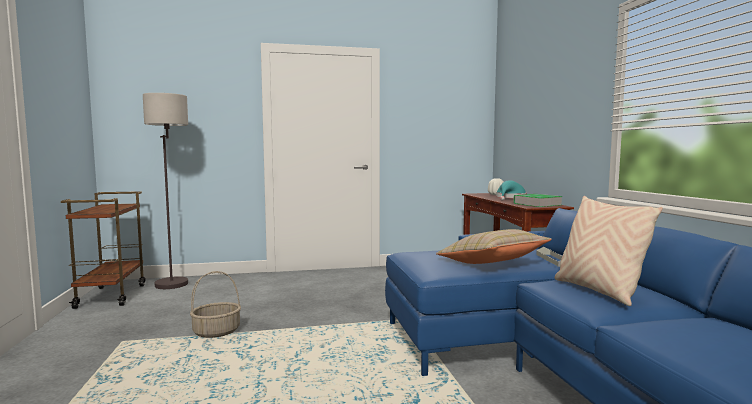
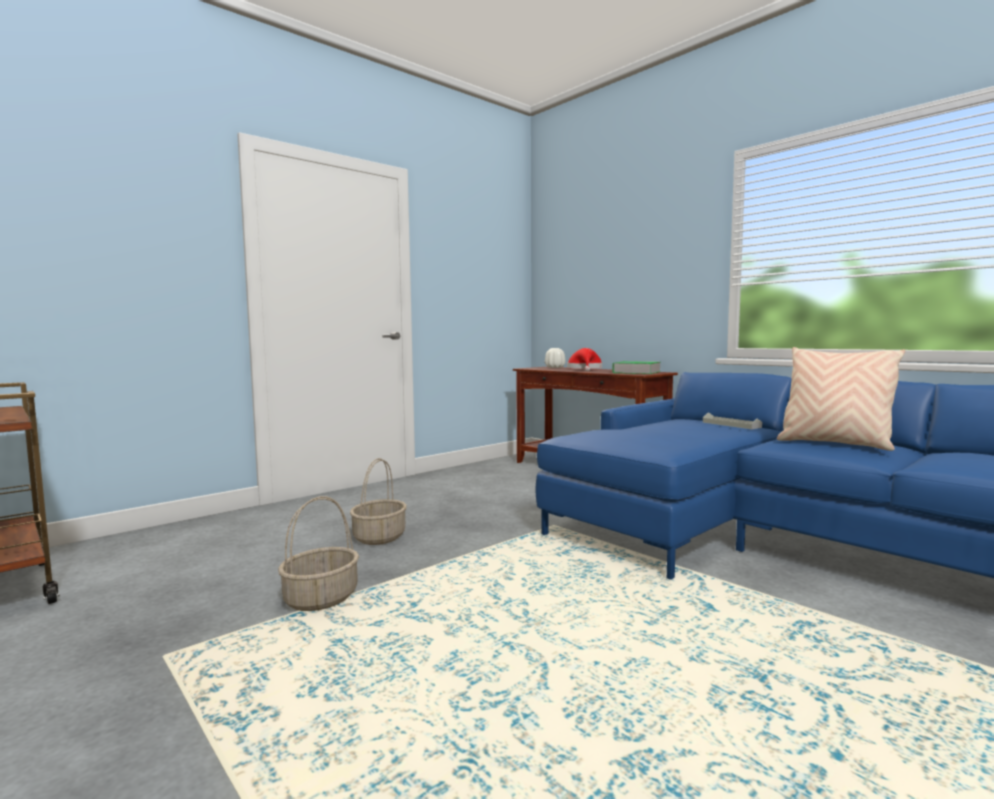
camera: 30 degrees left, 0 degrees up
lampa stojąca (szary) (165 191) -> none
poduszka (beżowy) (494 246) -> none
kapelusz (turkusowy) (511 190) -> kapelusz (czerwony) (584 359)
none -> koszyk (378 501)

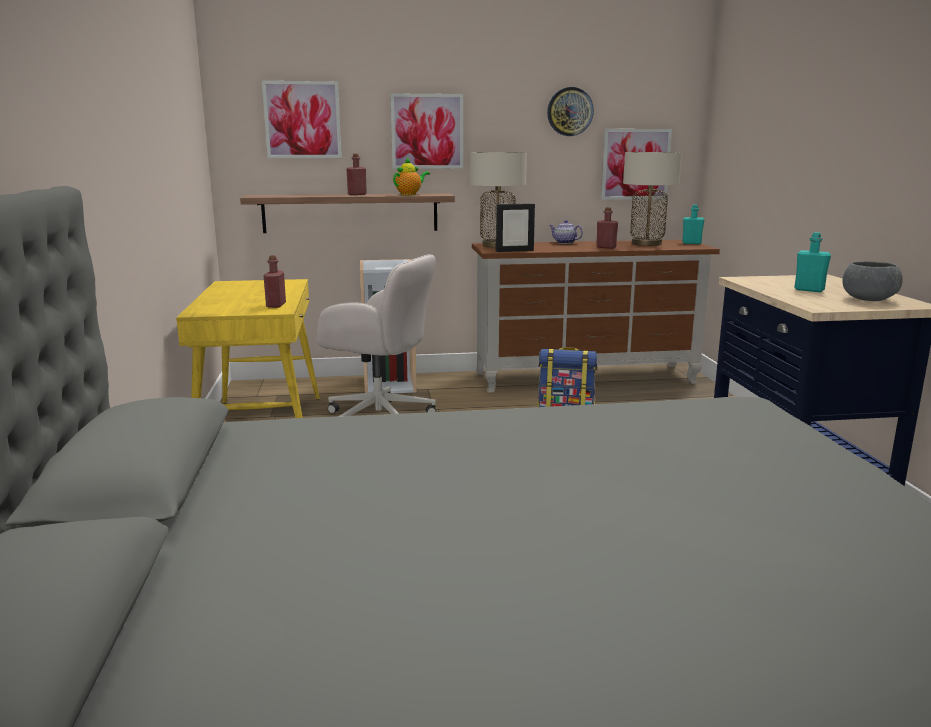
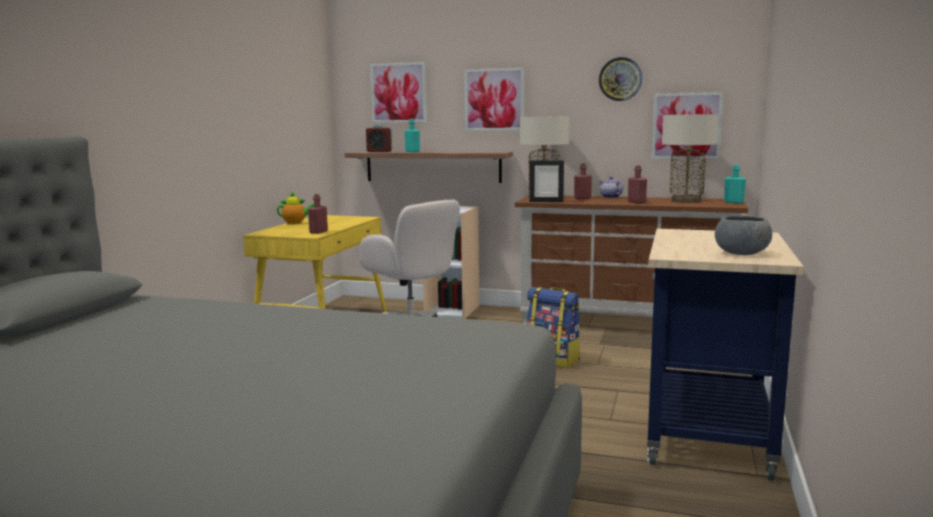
camera: 25 degrees right, 5 degrees down
butelka (czerwony) (357 174) -> butelka (czerwony) (583 181), moved
imbryk (411 176) -> imbryk (295 208), moved
butelka (turkusowy) (812 262) -> butelka (turkusowy) (412 135), moved
none -> budzik (379 138)

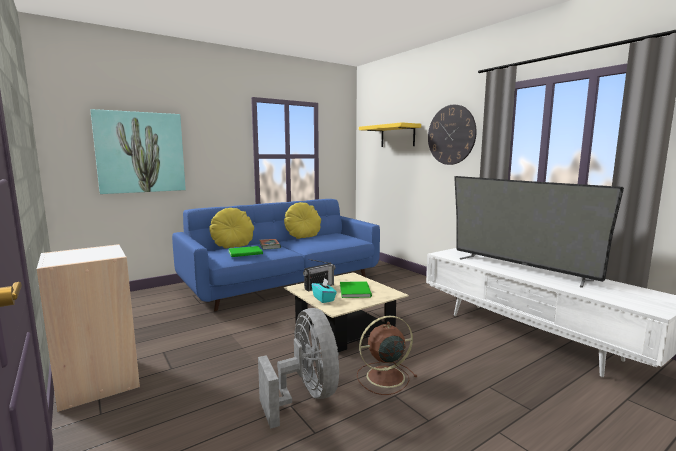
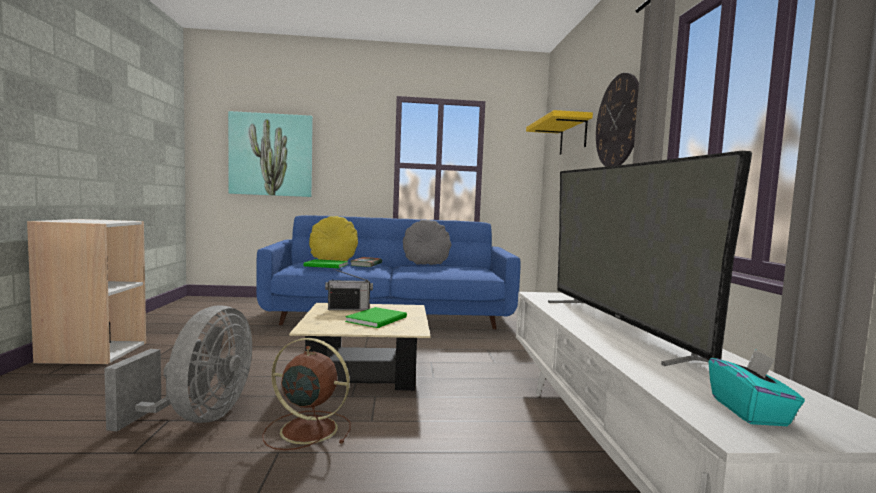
camera: 30 degrees right, 5 degrees down
poduszka (żółty) (302 220) -> poduszka (szary) (427 242)
pudełko chusteczek (turkusowy) (324 290) -> pudełko chusteczek (turkusowy) (756 387), moved

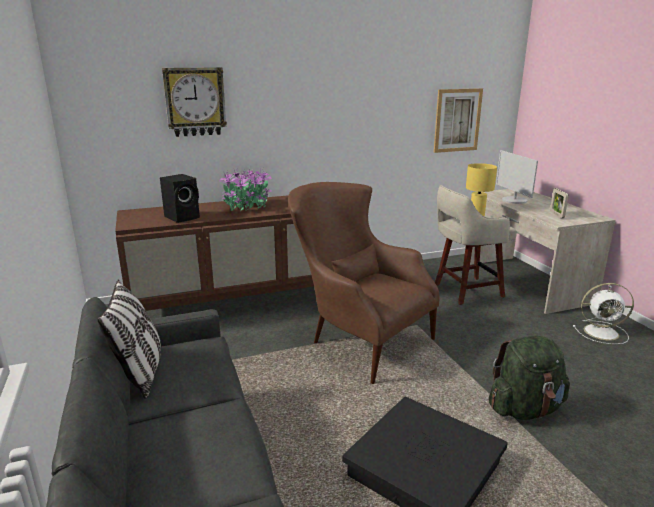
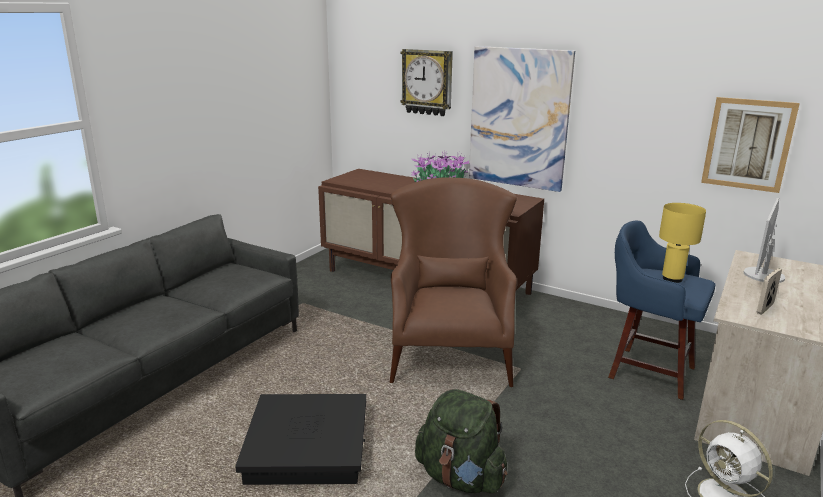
camera: 50 degrees right, 0 degrees up
poduszka (129 339) -> none
głośnik (czarny) (180 198) -> none
stołek (beżowy) (476 245) -> stołek (niebieski) (661 310)
none -> obraz (522 119)

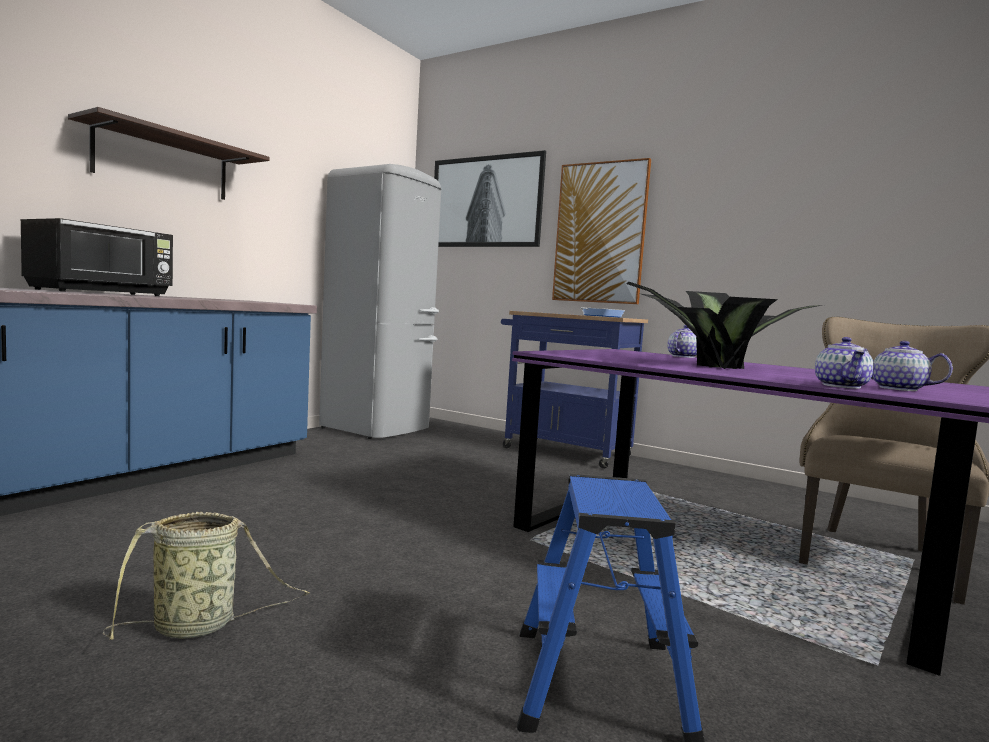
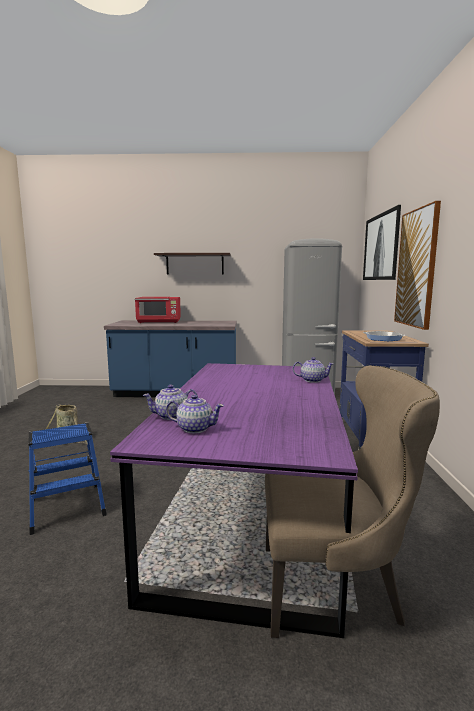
camera: 60 degrees right, 5 degrees up
mikrofalówka (czarny) (97 257) -> mikrofalówka (czerwony) (158 310)
roślina doniczkowa (724 325) -> none
imbryk (908 366) -> imbryk (195 414), 90 degrees clockwise

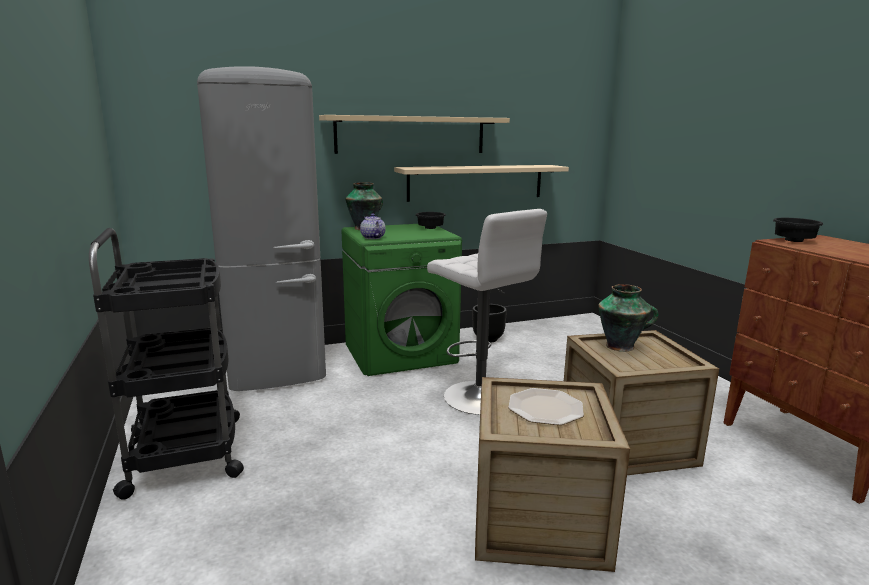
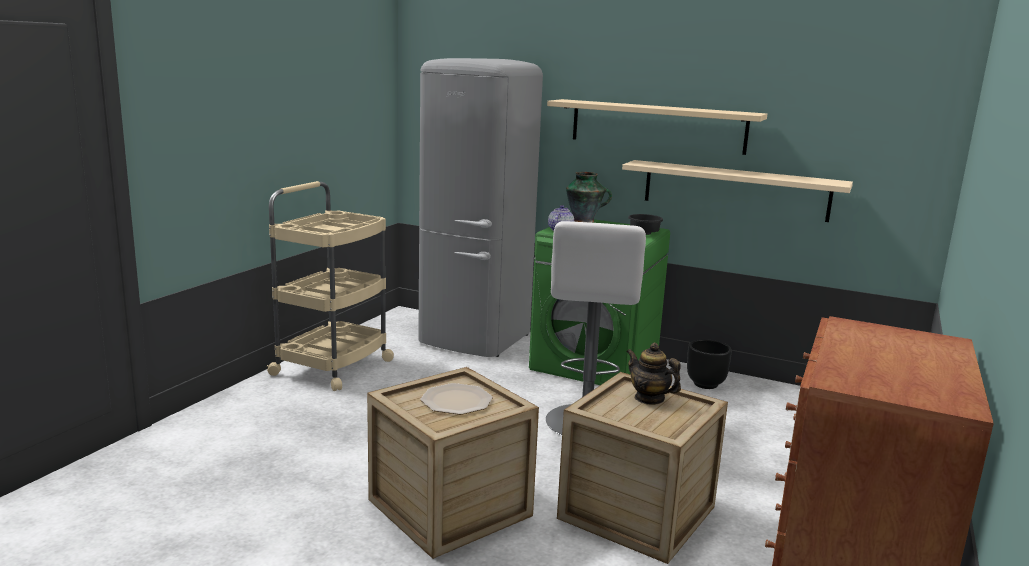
camera: 45 degrees right, 0 degrees up
wózek (czarny) (166 364) -> wózek (beżowy) (330 286)
wazon (628 318) -> imbryk (653 374)
miska (czarny) (798 230) -> none

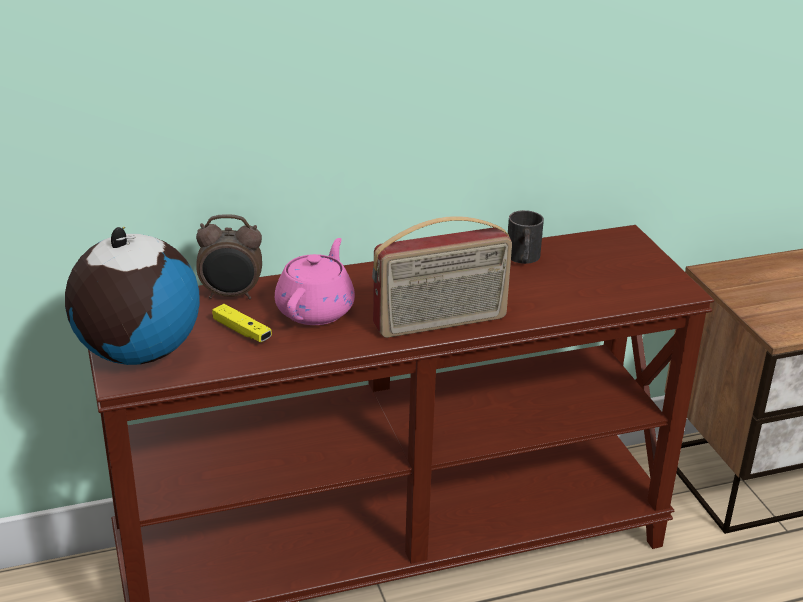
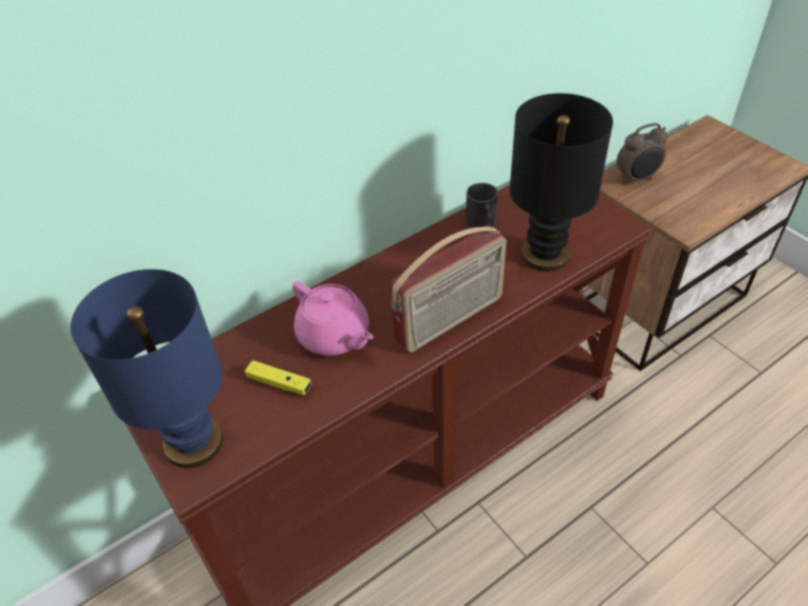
camera: 15 degrees left, 15 degrees up
globus (132 296) -> lampa stołowa (niebieski) (146 368)
budzik (229 256) -> budzik (642 154), moved
imbryk (różowy) (315 281) -> imbryk (różowy) (332 318), 135 degrees clockwise
none -> lampa stołowa (czarny) (561 182)

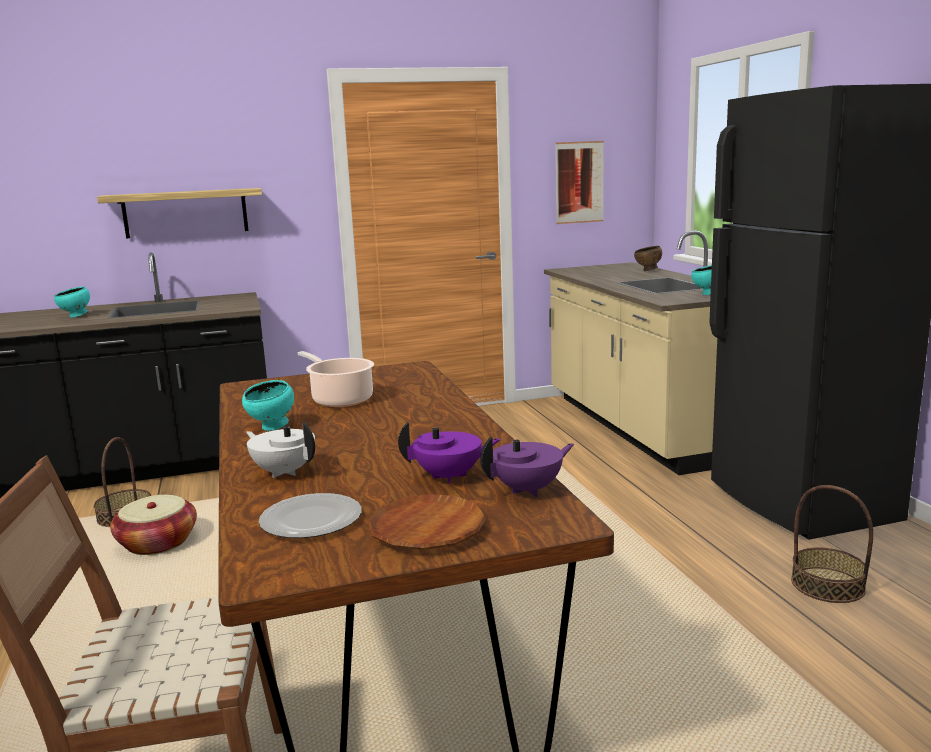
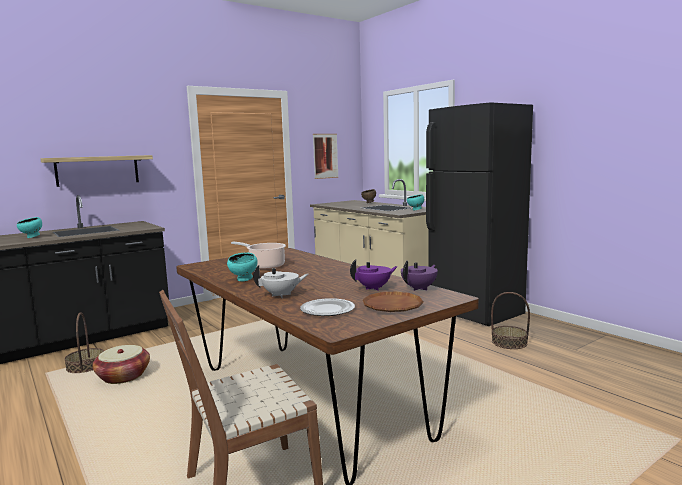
camera: 20 degrees left, 5 degrees down
imbryk (biały) (280 450) -> imbryk (biały) (280 281), 150 degrees clockwise

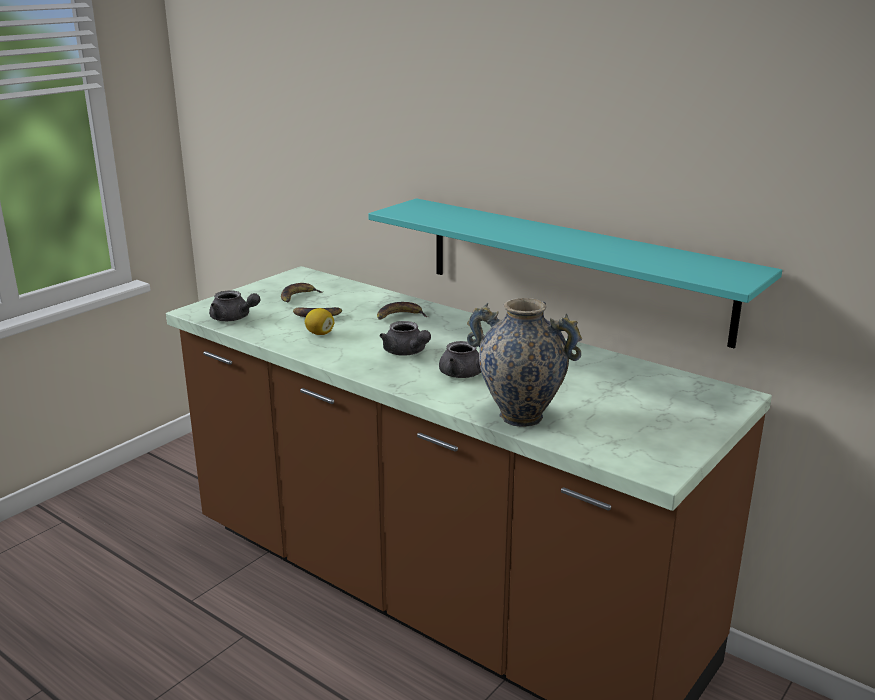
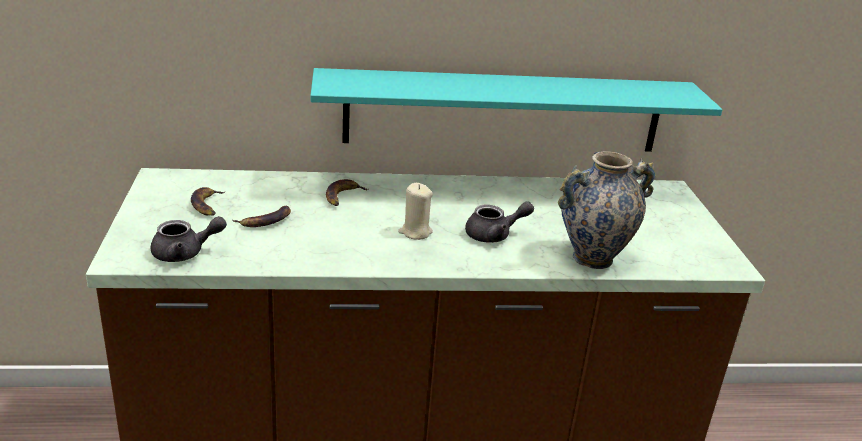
camera: 45 degrees left, 5 degrees up
cytryna (319 321) -> none
imbryk (szary) (405 338) -> świeca (beżowy) (415 211)

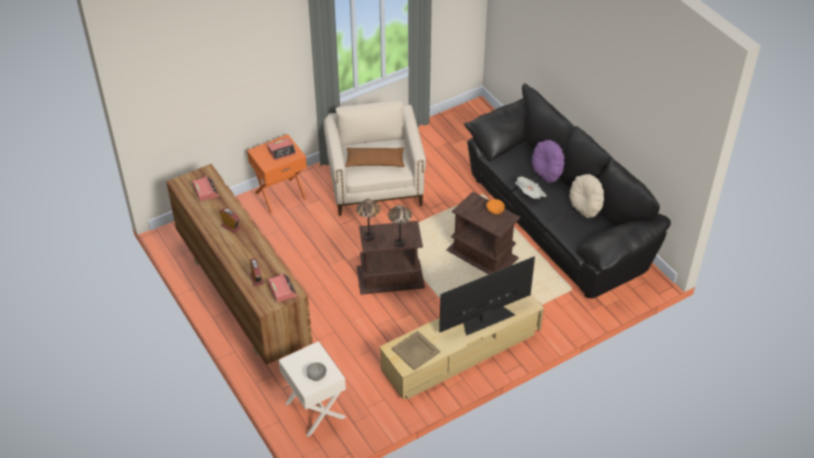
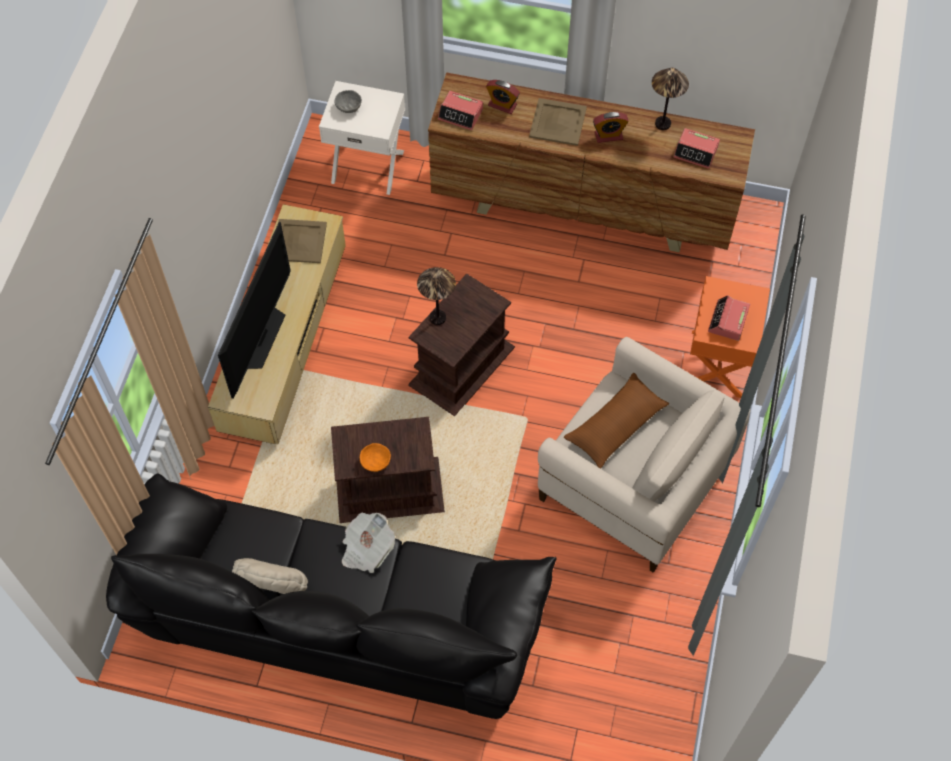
camera: 135 degrees right, 15 degrees up
lampa stołowa (368 220) -> lampa stołowa (670 99), moved
poduszka (fioletowy) (548 161) -> none
none -> taca (beżowy) (558 122)

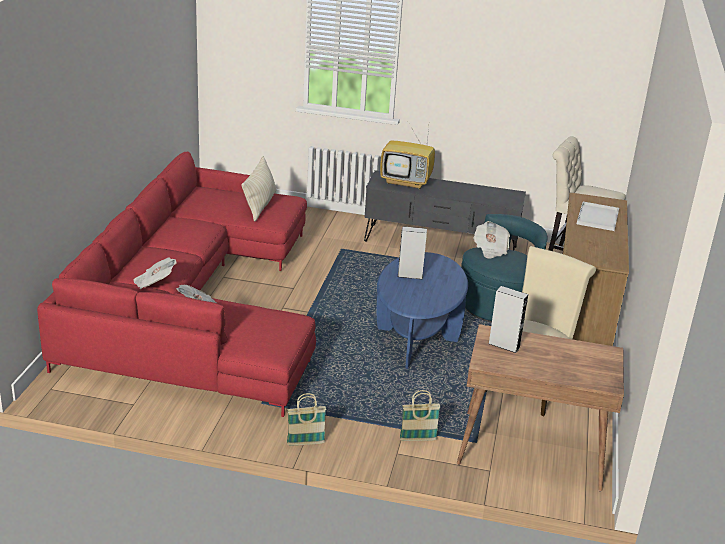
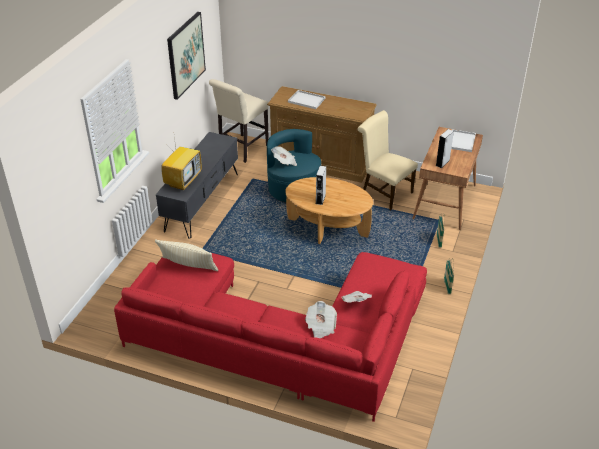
camera: 80 degrees left, 10 degrees up
ława (niebieski) (422 310) -> ława (brązowy) (329 210)
none -> obraz (186 56)
none -> taca (biały) (463 140)

